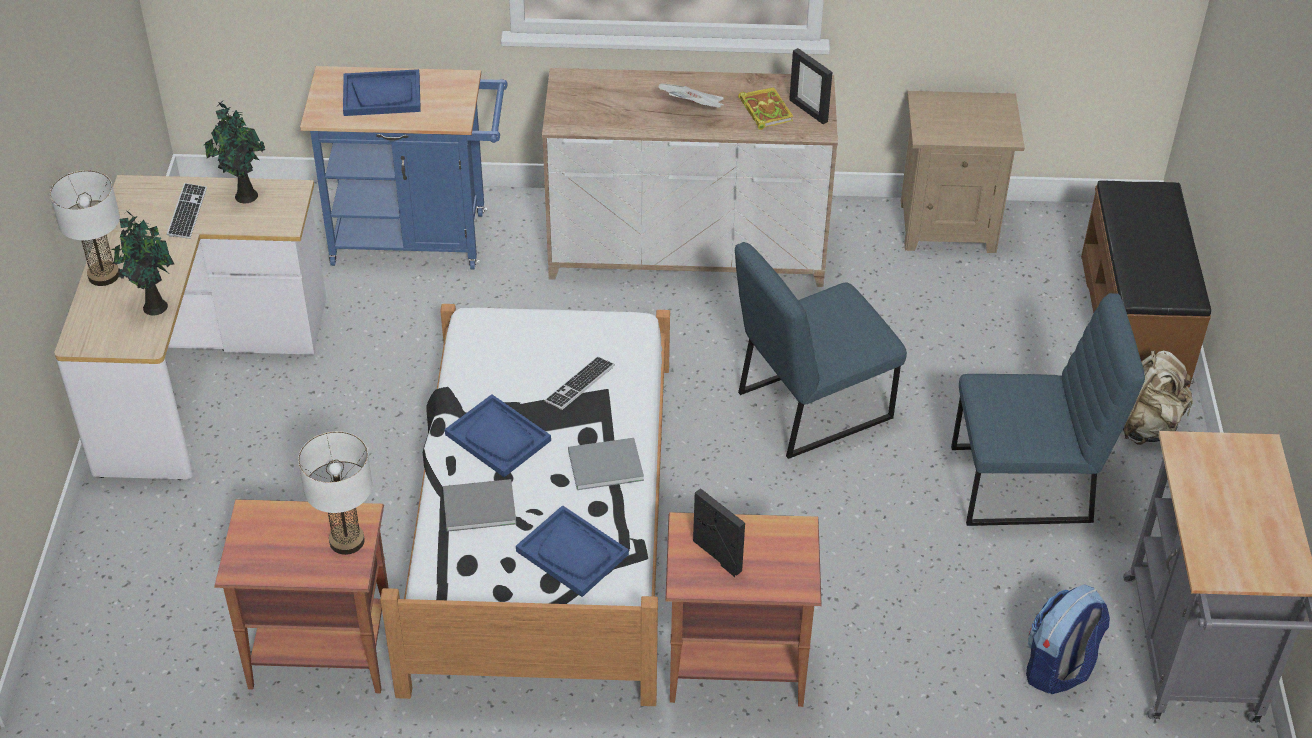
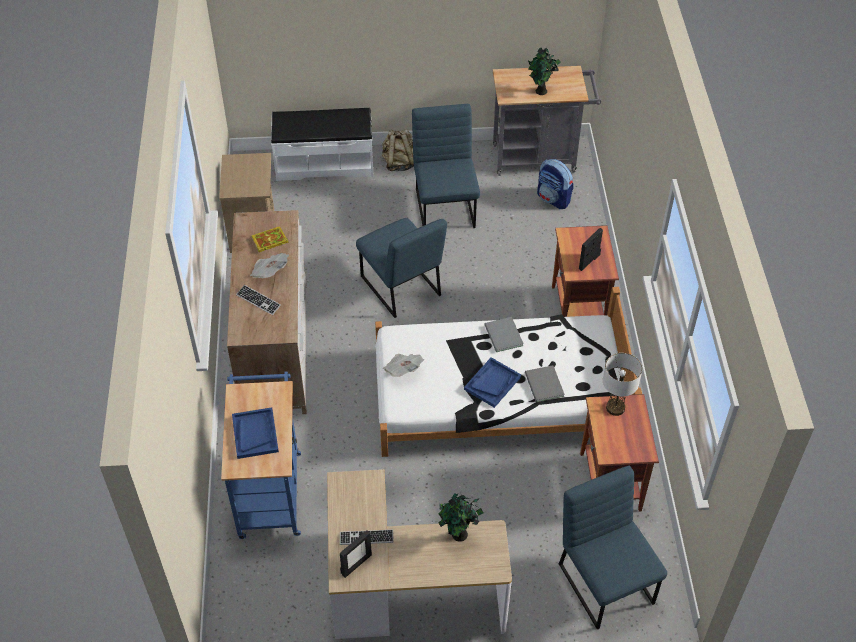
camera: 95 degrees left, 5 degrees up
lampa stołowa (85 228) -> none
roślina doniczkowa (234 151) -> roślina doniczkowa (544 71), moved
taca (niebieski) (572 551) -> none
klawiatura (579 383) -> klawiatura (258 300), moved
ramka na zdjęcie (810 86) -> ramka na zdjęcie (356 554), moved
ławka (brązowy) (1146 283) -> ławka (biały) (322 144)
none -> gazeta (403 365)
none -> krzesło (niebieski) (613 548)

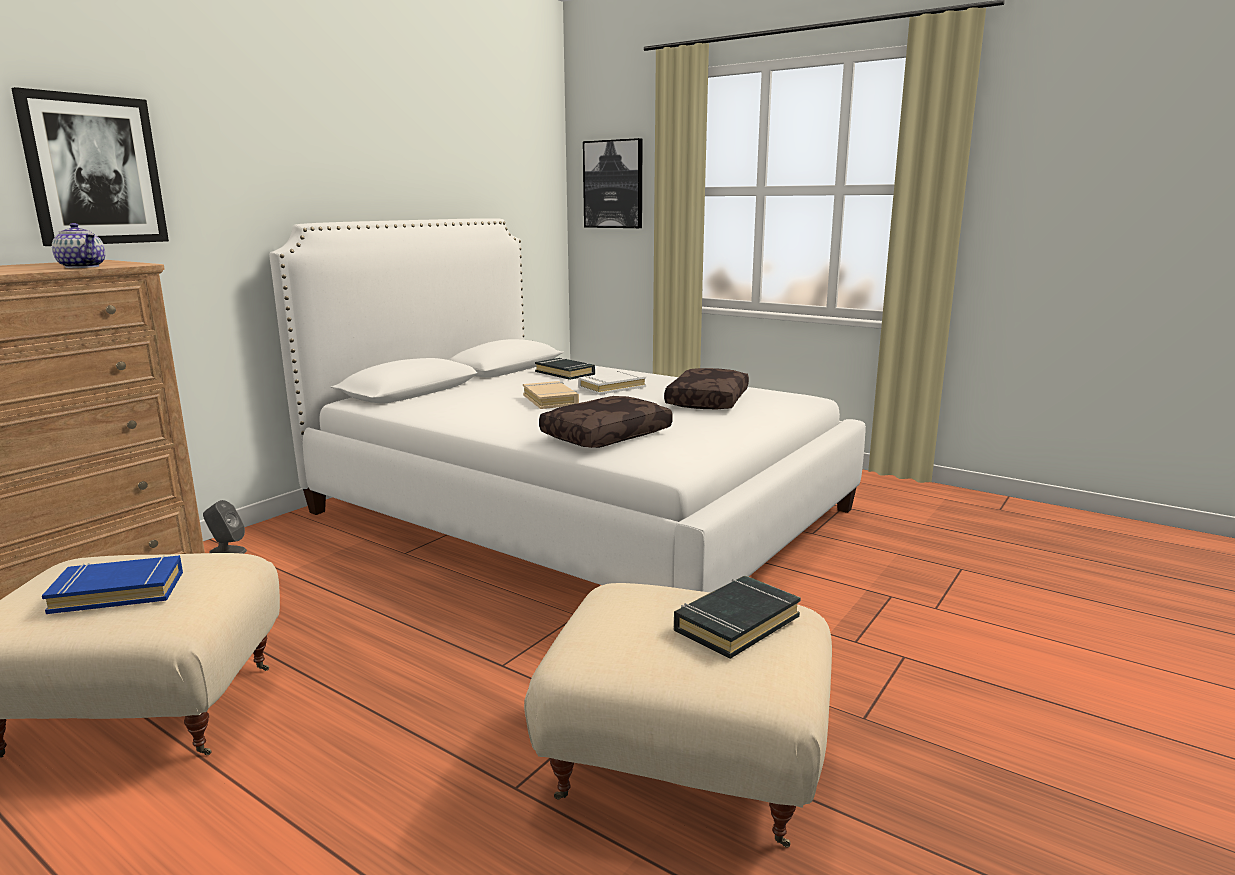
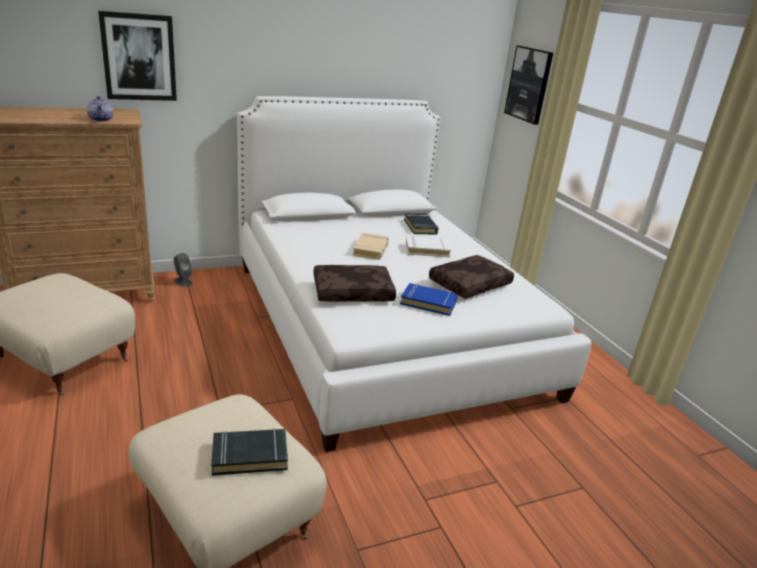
camera: 30 degrees right, 10 degrees up
książka (niebieski) (112 584) -> książka (niebieski) (429 299), moved

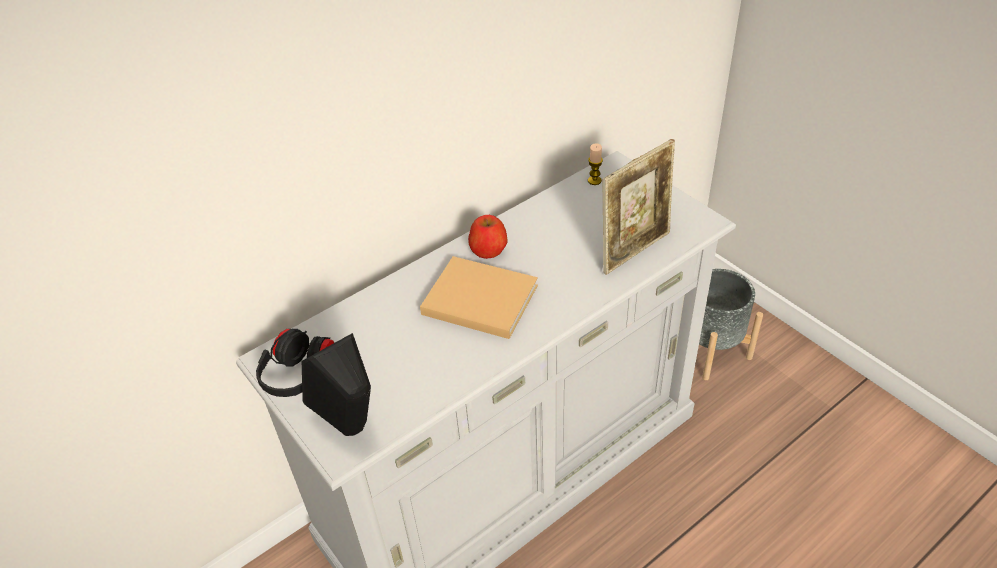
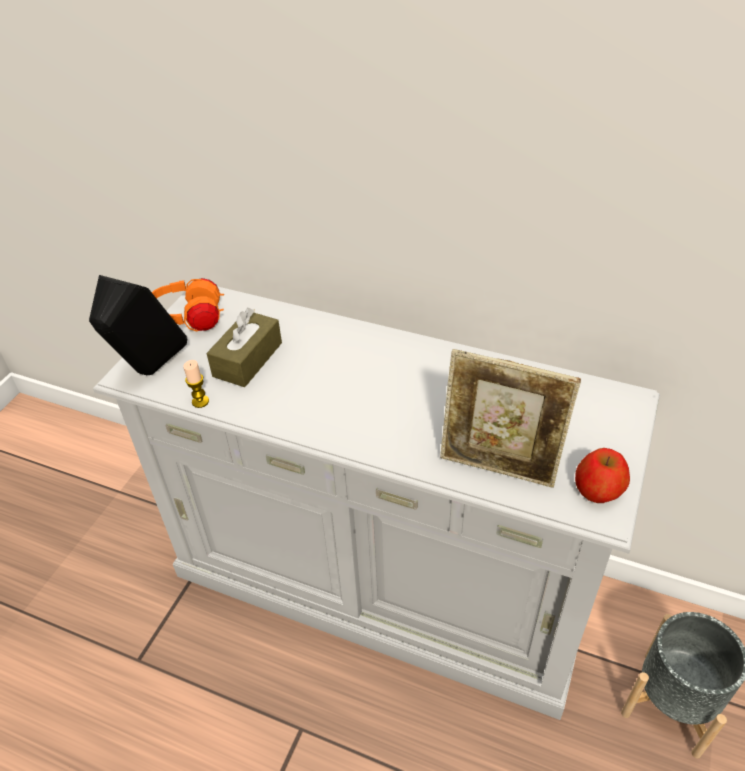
camera: 60 degrees right, 0 degrees up
słuchawki (czarny) (295 363) -> słuchawki (pomarańczowy) (188 304)
książka (beżowy) (479 297) -> none
jabłko (487 237) -> jabłko (602 475), moved
świeca (595 164) -> świeca (196 384), moved
none -> pudełko chusteczek (brązowy) (244 347)

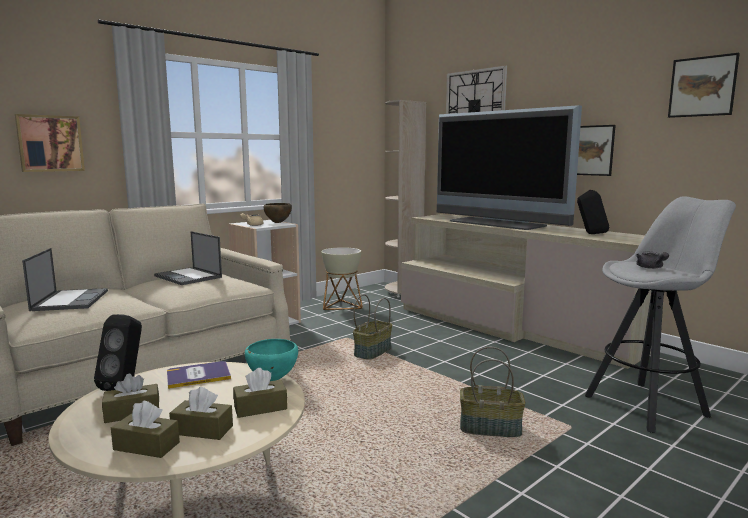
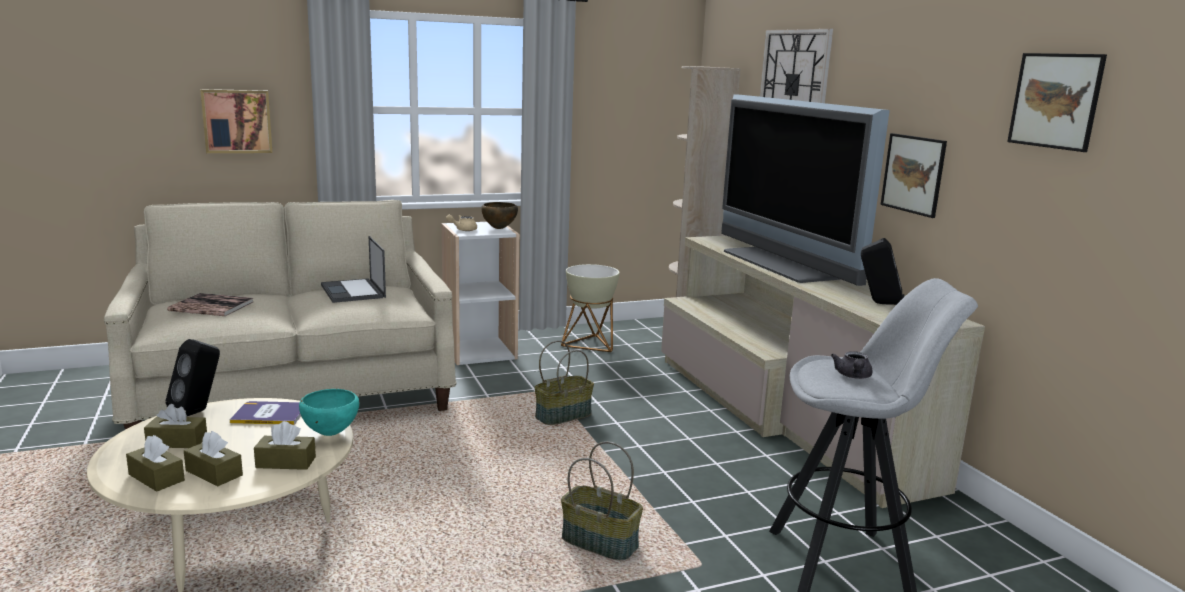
camera: 20 degrees right, 5 degrees up
laptop (65 279) -> książka (210 304)

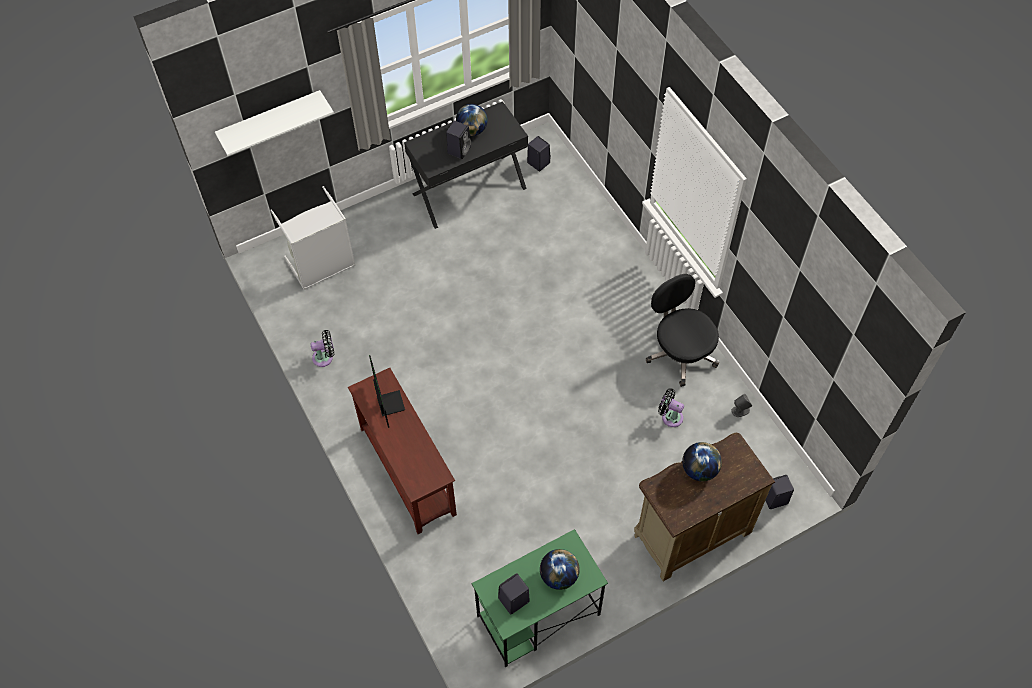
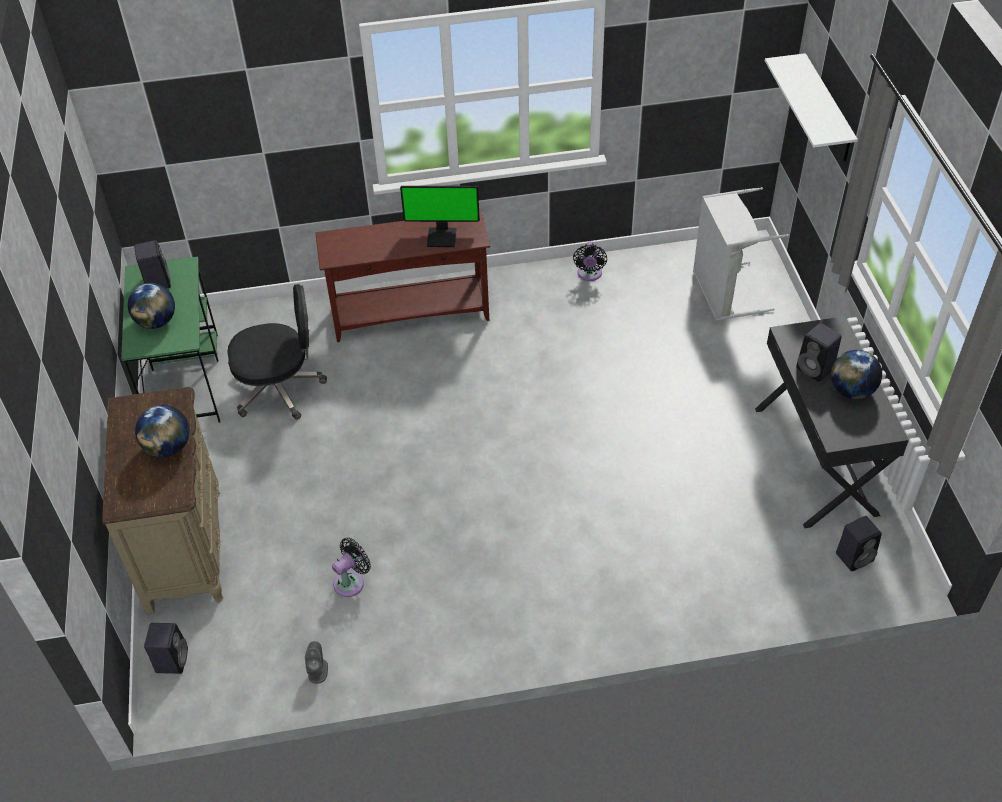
camera: 110 degrees right, 10 degrees down
krzesło biurowe (czarny) (682 330) -> krzesło biurowe (czarny) (277 352), moved

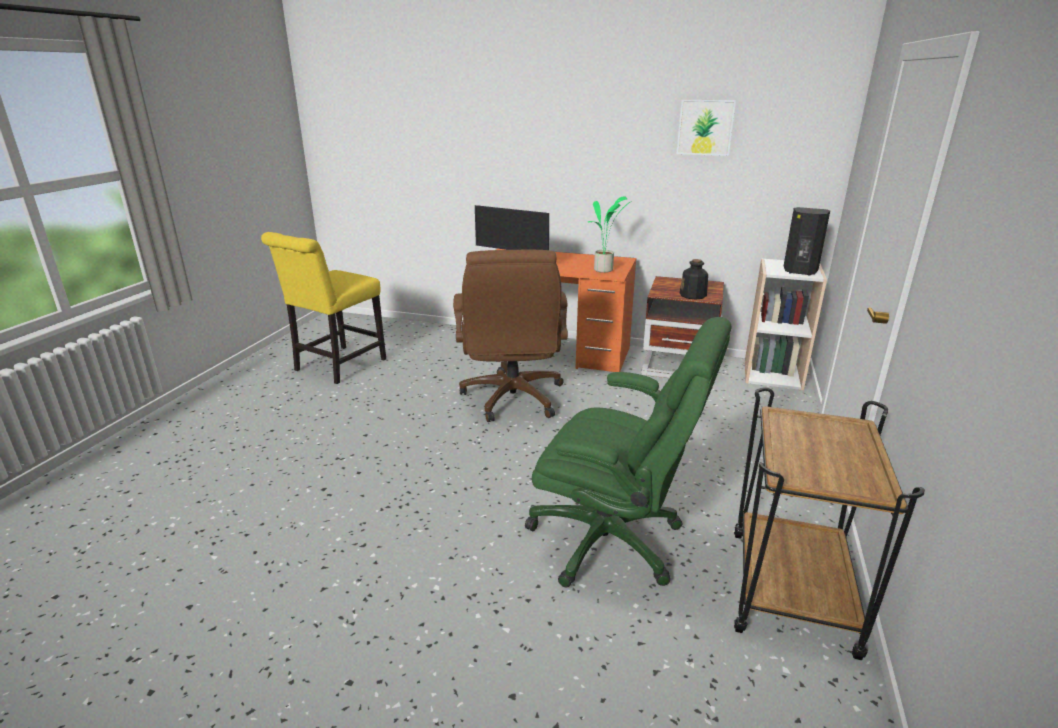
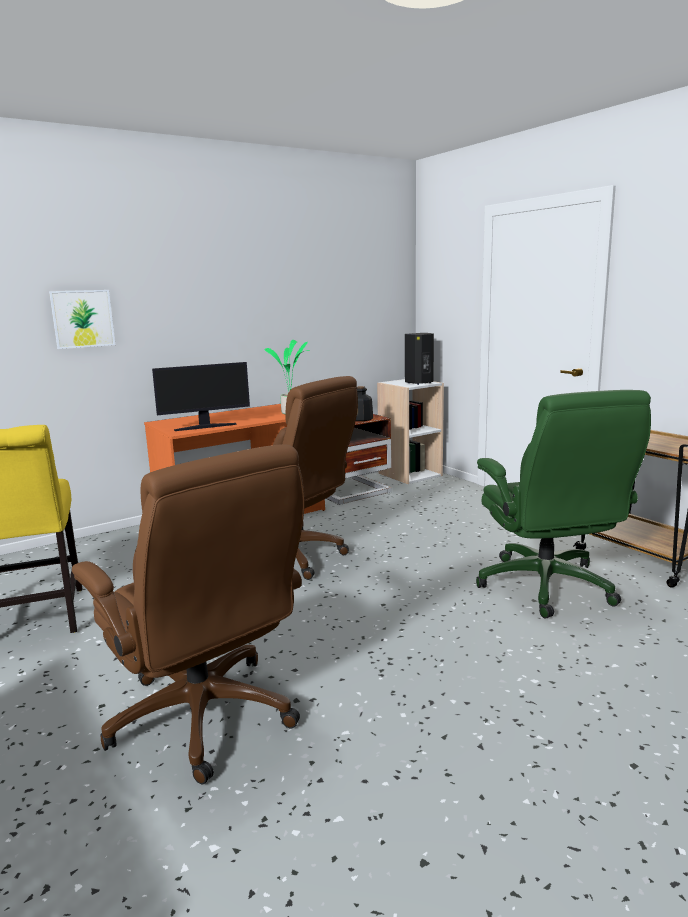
camera: 50 degrees left, 10 degrees down
krzesło biurowe (zielony) (628 452) -> krzesło biurowe (zielony) (563 504), 105 degrees clockwise
obraz (706 128) -> obraz (82 319), moved
none -> krzesło biurowe (brązowy) (188 614)

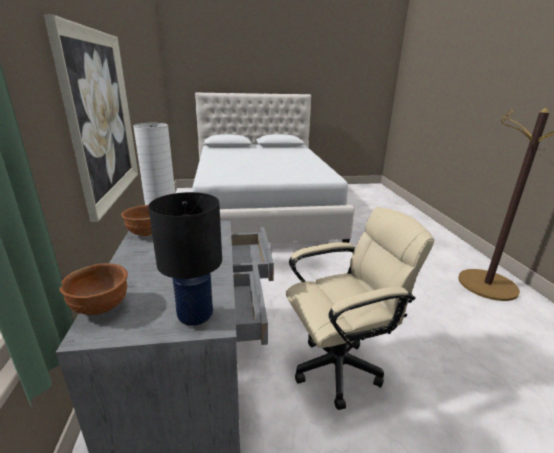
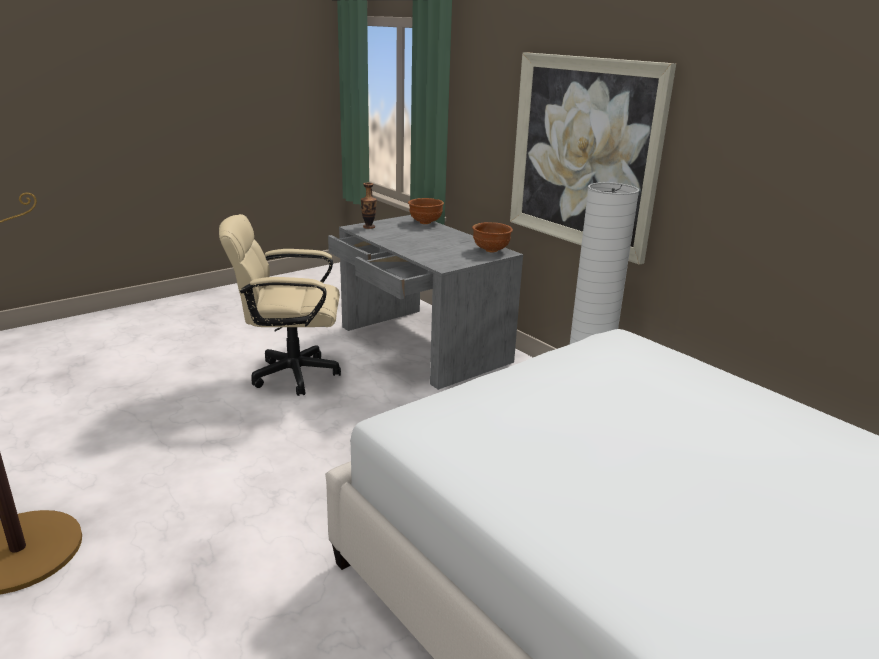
camera: 150 degrees right, 0 degrees up
lampa stołowa (czarny) (185 259) -> wazon (369 206)
krzesło biurowe (beżowy) (360 308) -> krzesło biurowe (beżowy) (280 305), 45 degrees clockwise

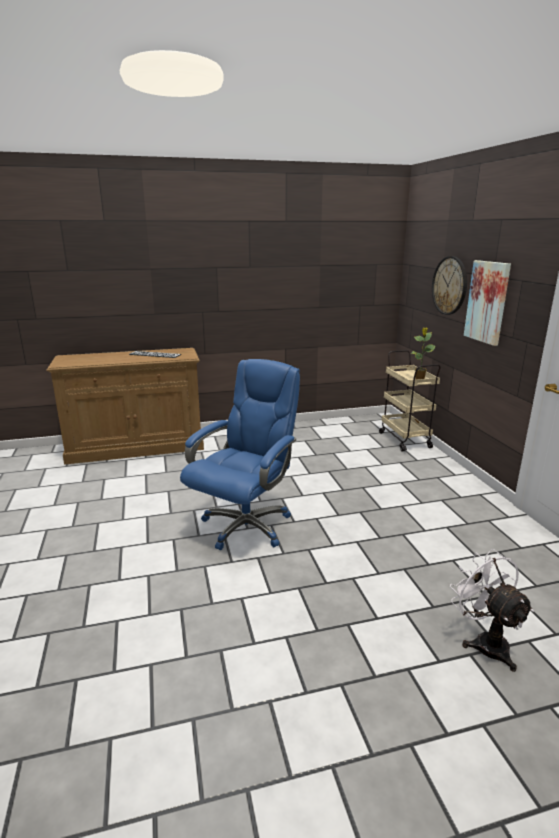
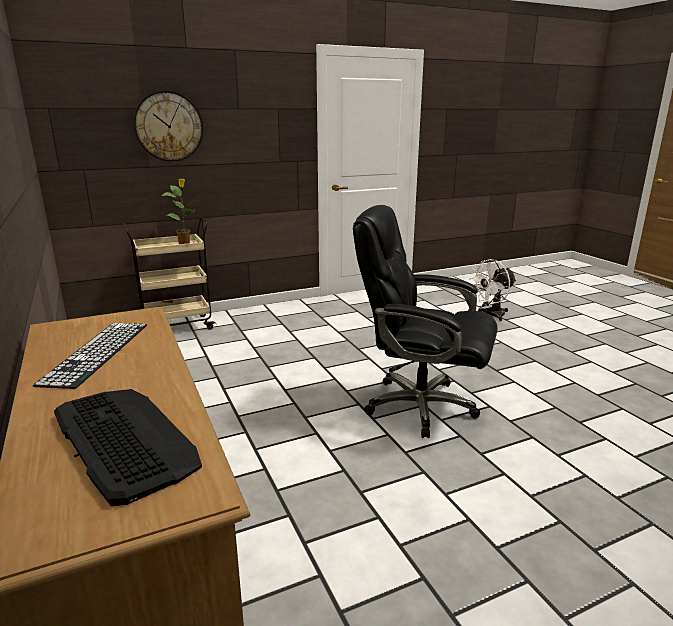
camera: 100 degrees left, 0 degrees up
krzesło biurowe (niebieski) (240 454) -> krzesło biurowe (czarny) (425 321)
obraz (487 303) -> none
none -> klawiatura (128 447)

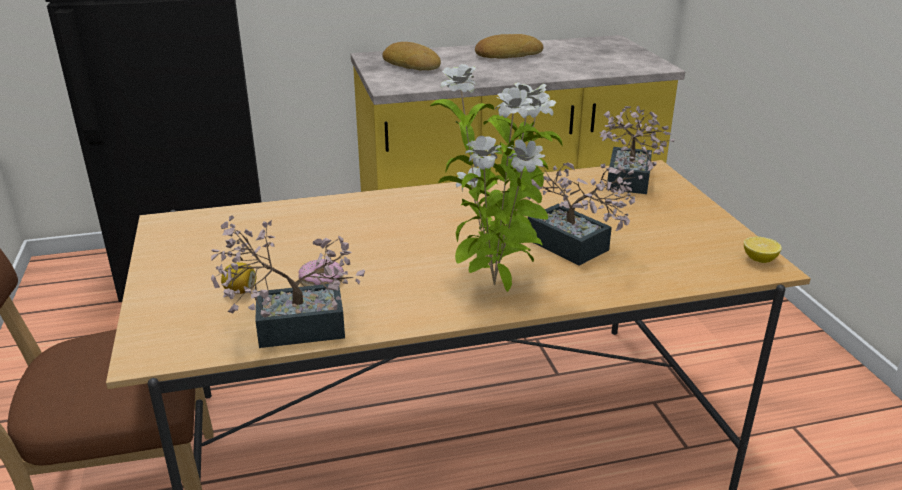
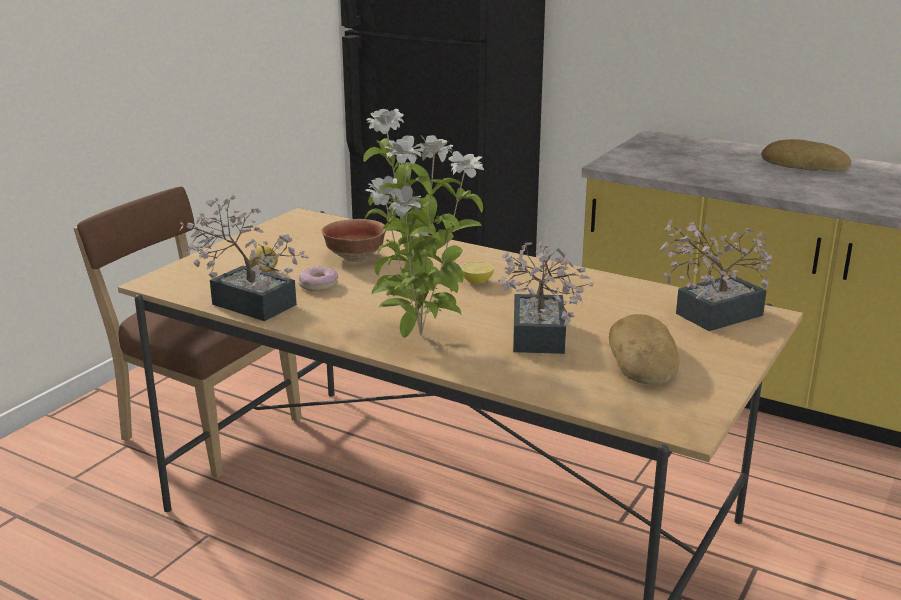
camera: 45 degrees right, 5 degrees down
chleb (411 56) -> chleb (644 349), moved
cytryna (763 250) -> cytryna (477 272), moved
none -> miska (354 240)

